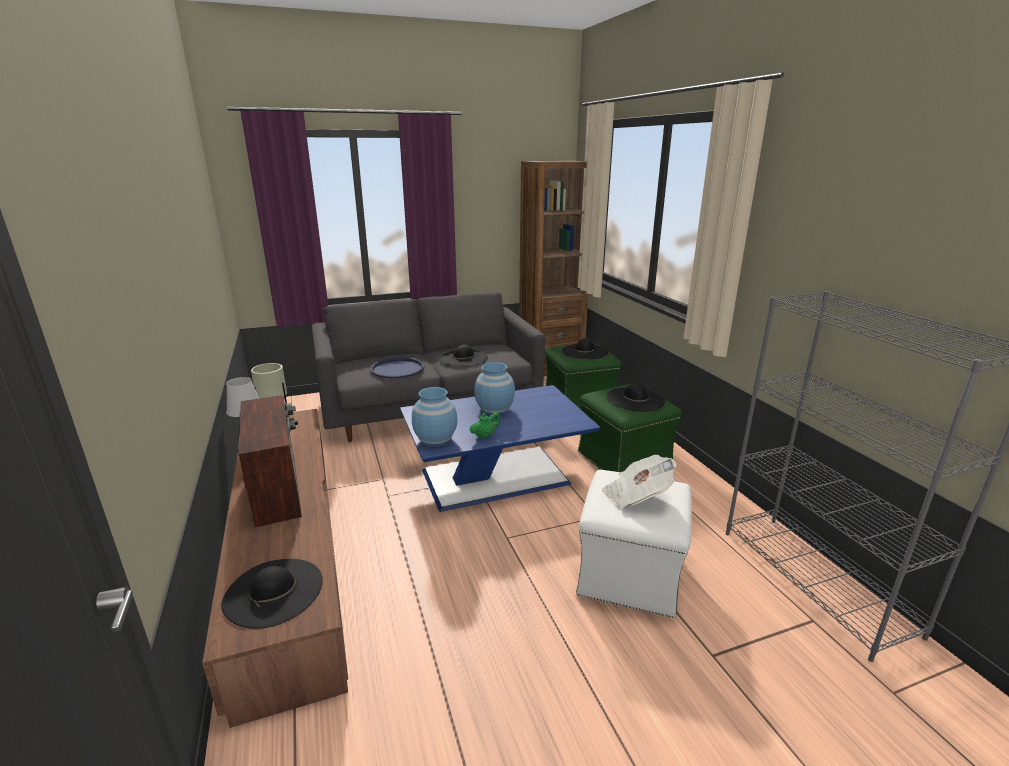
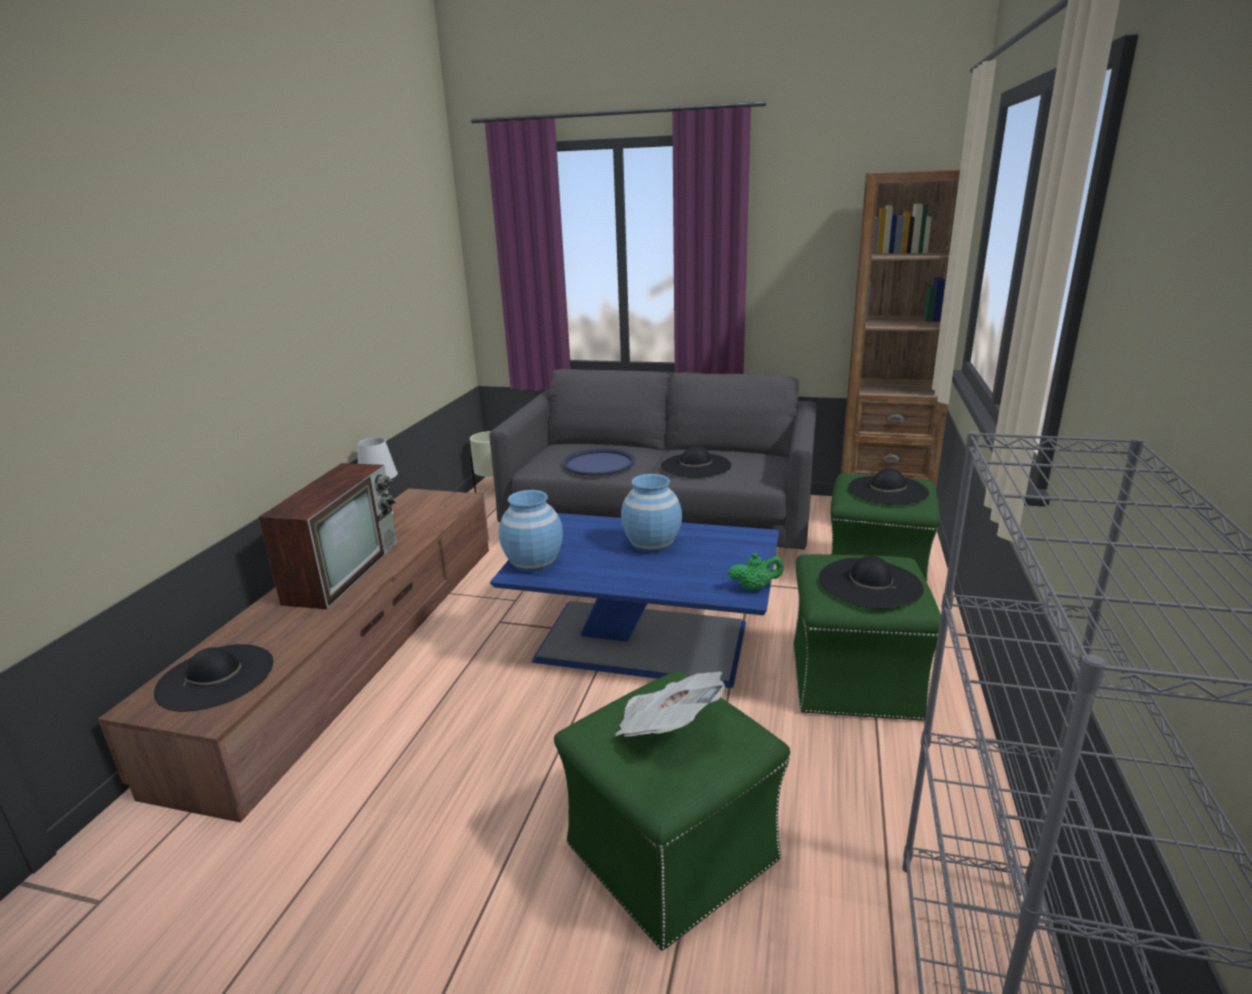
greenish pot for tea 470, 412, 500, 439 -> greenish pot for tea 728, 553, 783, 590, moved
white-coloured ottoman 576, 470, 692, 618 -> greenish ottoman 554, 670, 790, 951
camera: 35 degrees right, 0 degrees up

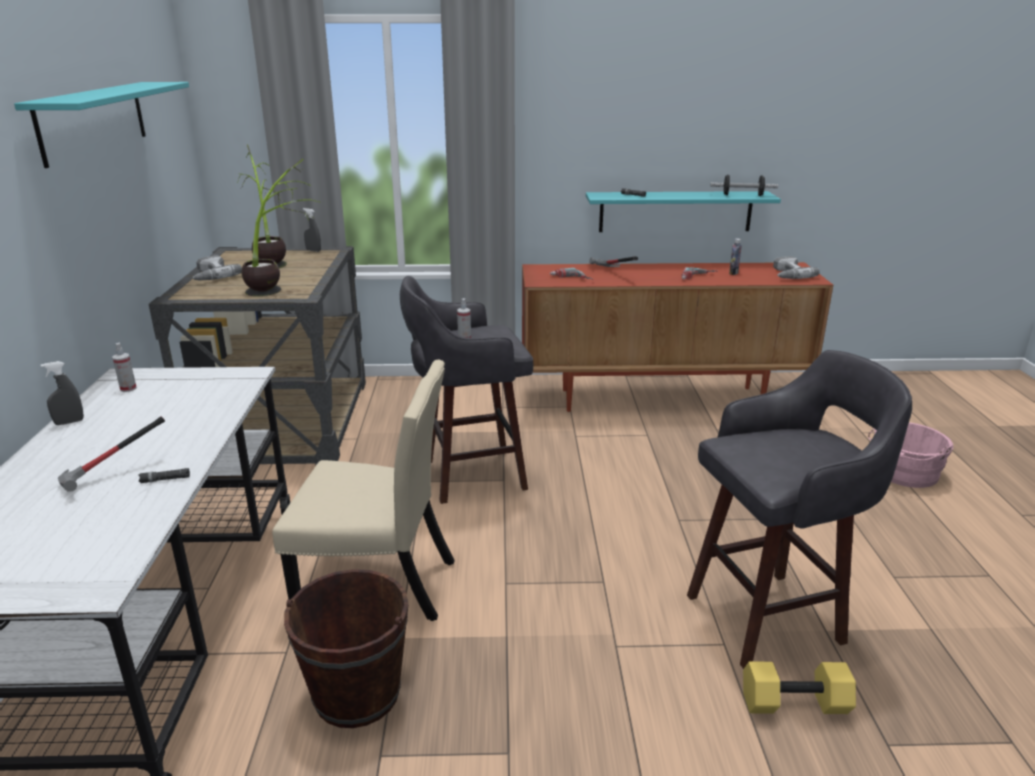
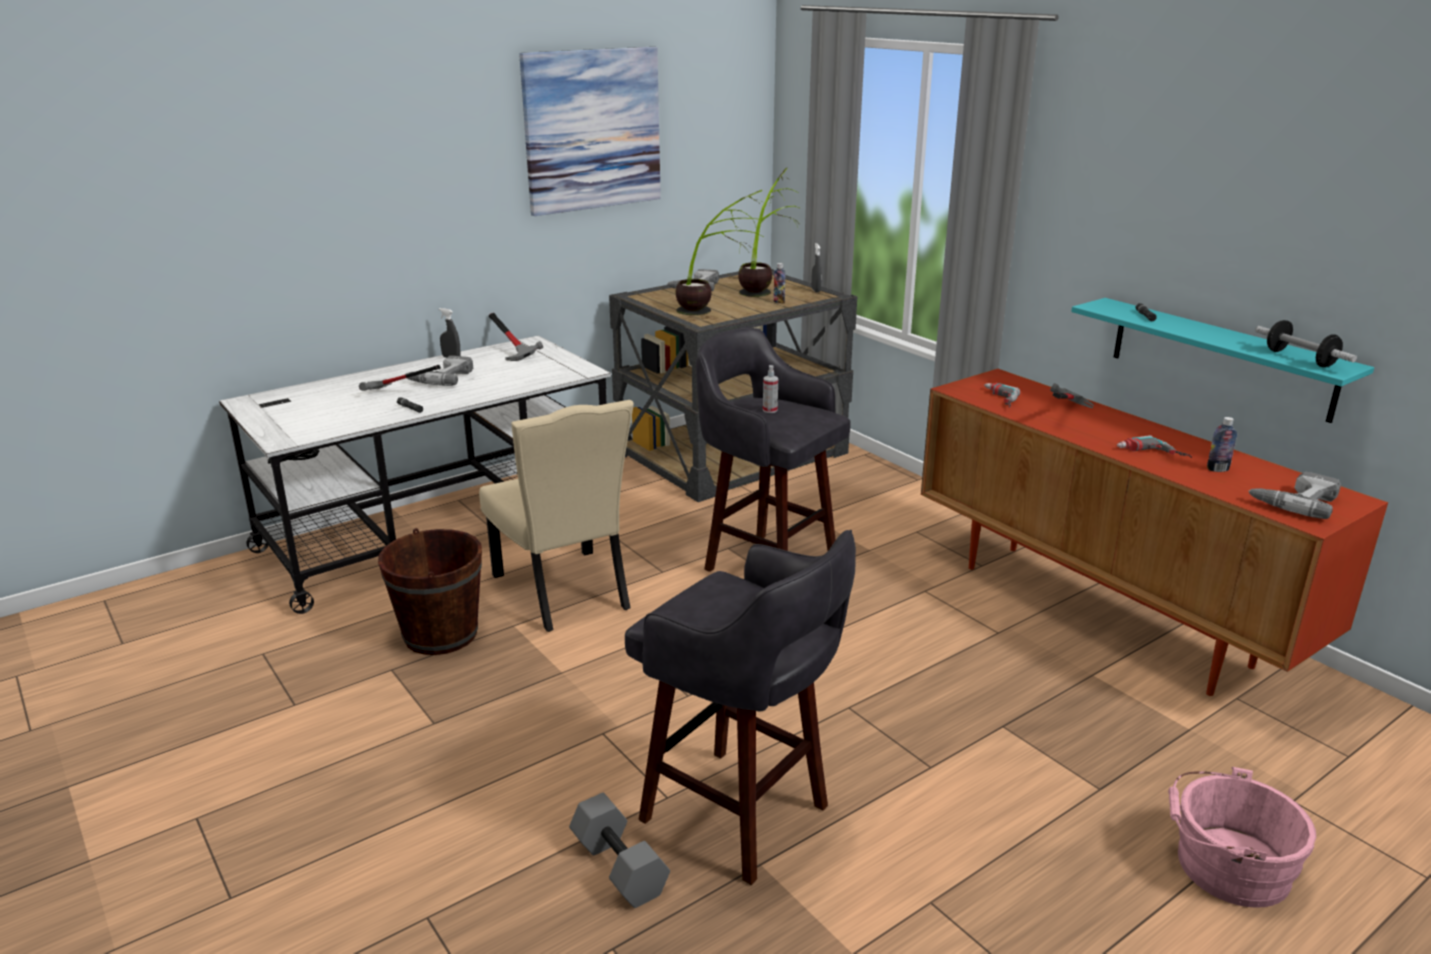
none -> drill 405, 356, 473, 386
none -> drink bottle 773, 263, 786, 304
blue-green shelf 14, 82, 189, 168 -> picture 519, 47, 661, 216
sprayer 112, 343, 137, 392 -> tool hammer 489, 313, 543, 361
yellow-coloured free weight 743, 662, 856, 714 -> greyish free weight 569, 793, 670, 908
camera: 55 degrees right, 0 degrees up

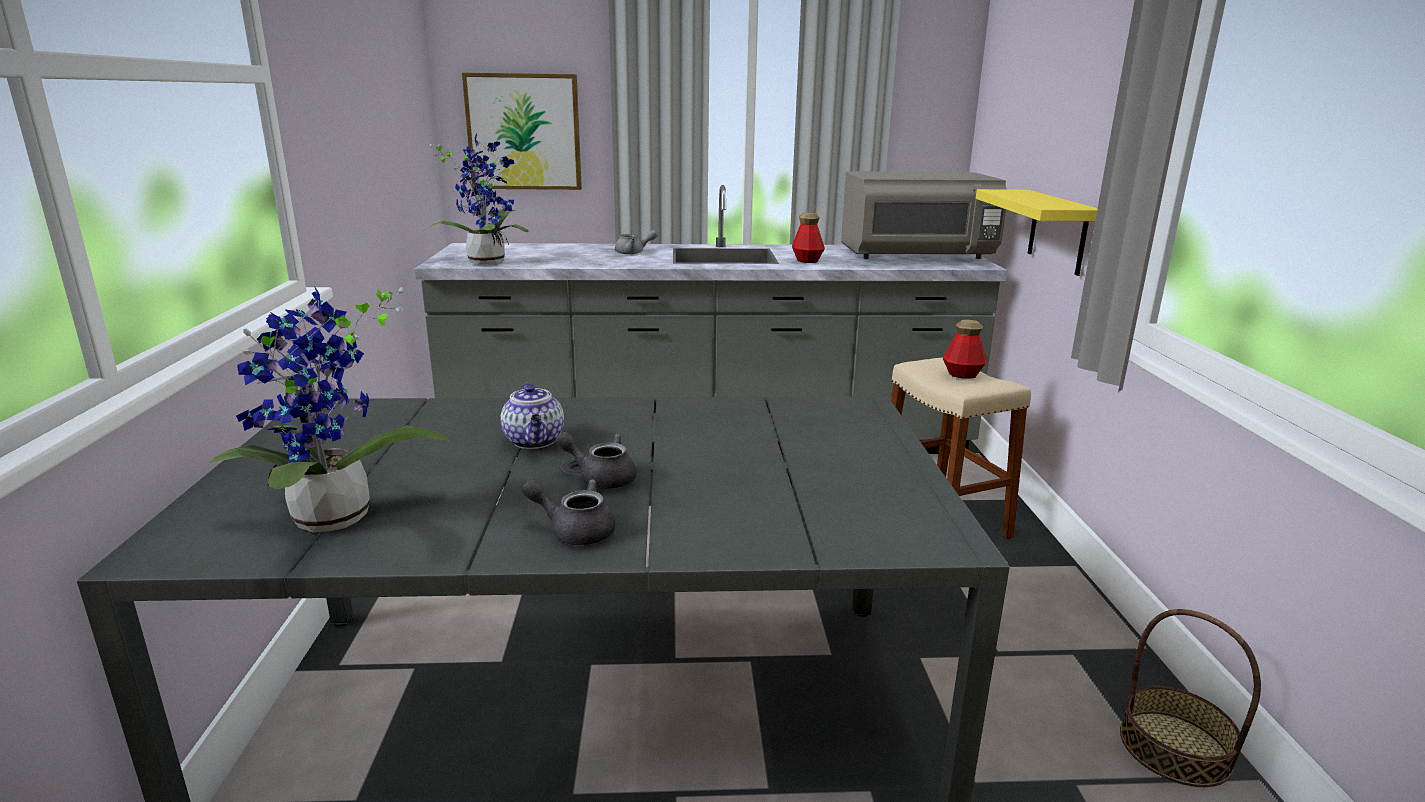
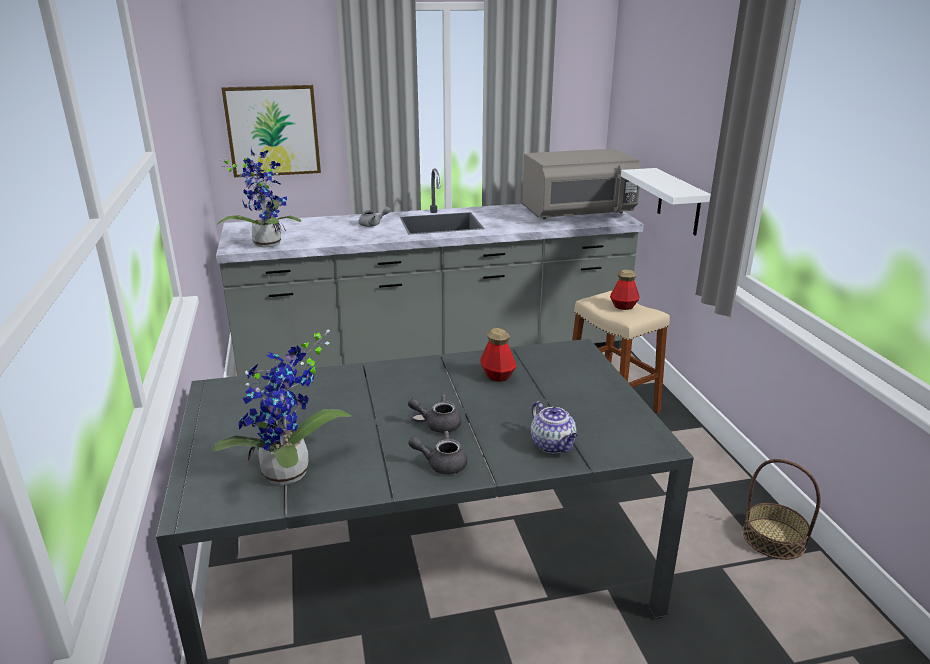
pot for tea 501, 383, 564, 449 -> pot for tea 531, 401, 578, 453, moved
drink bottle 792, 212, 825, 263 -> drink bottle 480, 328, 516, 382, moved
yellow-coloured shelf 976, 189, 1098, 276 -> white-coloured shelf 621, 168, 711, 235
camera: 10 degrees left, 5 degrees up

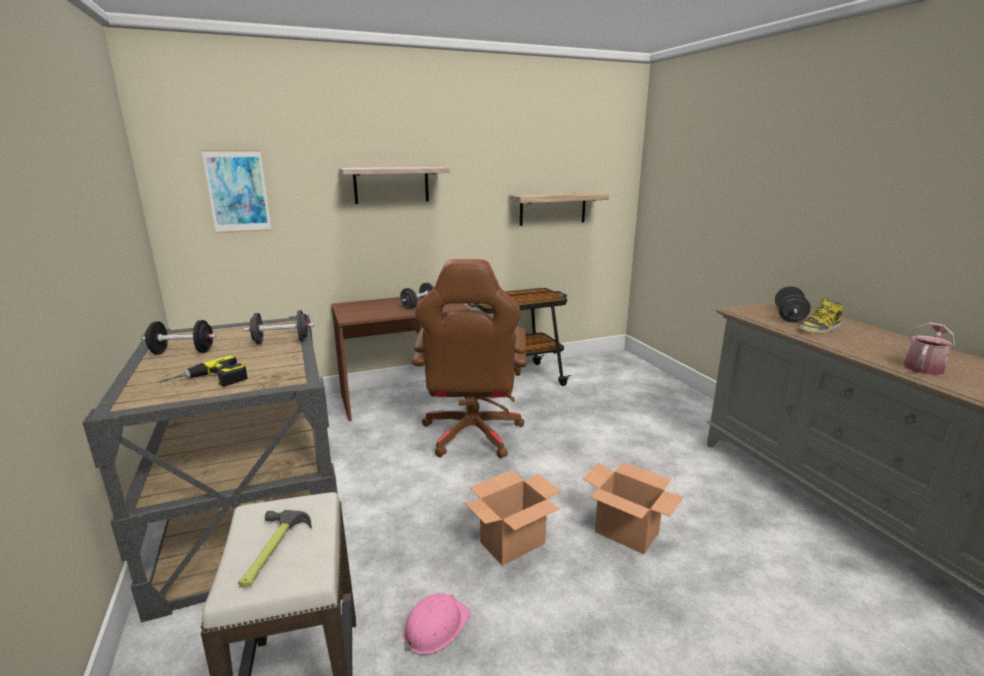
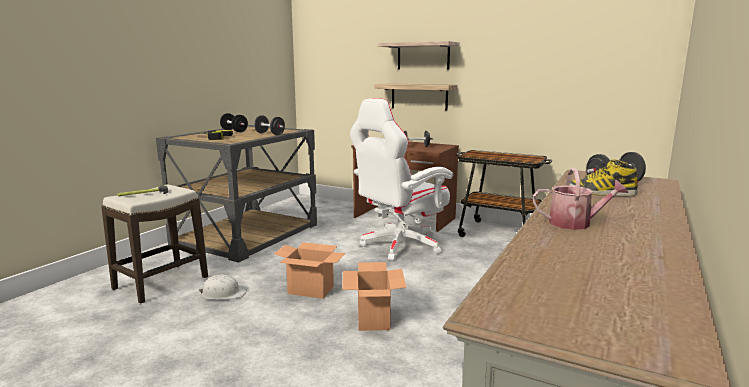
picture 202, 150, 271, 233 -> none
shelf 510, 192, 609, 226 -> shelf 375, 83, 458, 111, moved
pinkish hard hat 403, 593, 470, 655 -> white-coloured hard hat 199, 274, 247, 300
brownish computer chair 412, 259, 527, 458 -> white-coloured computer chair 350, 98, 453, 261
camera: 50 degrees right, 5 degrees down

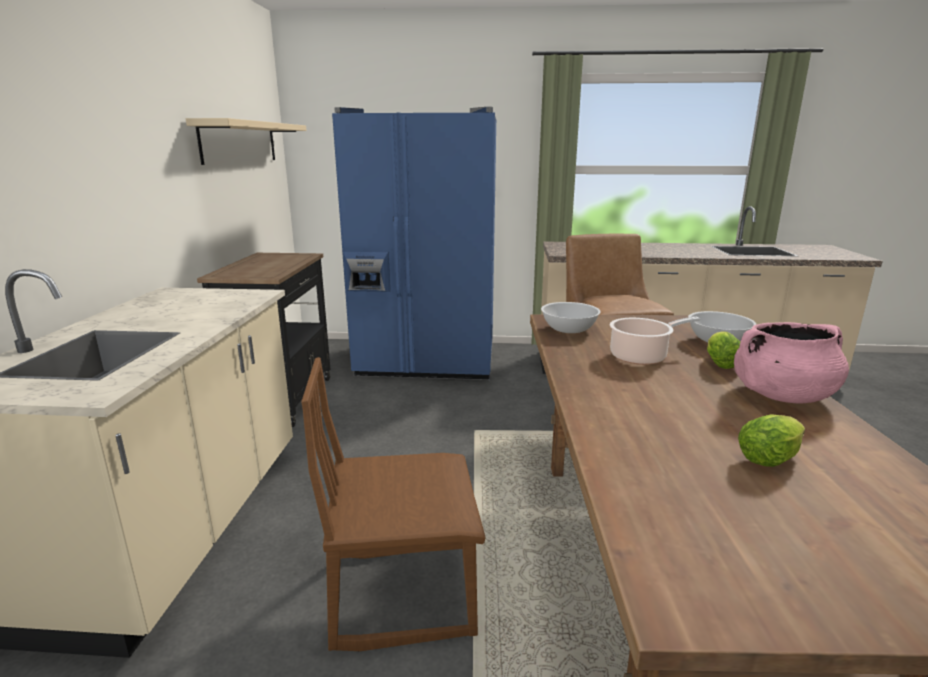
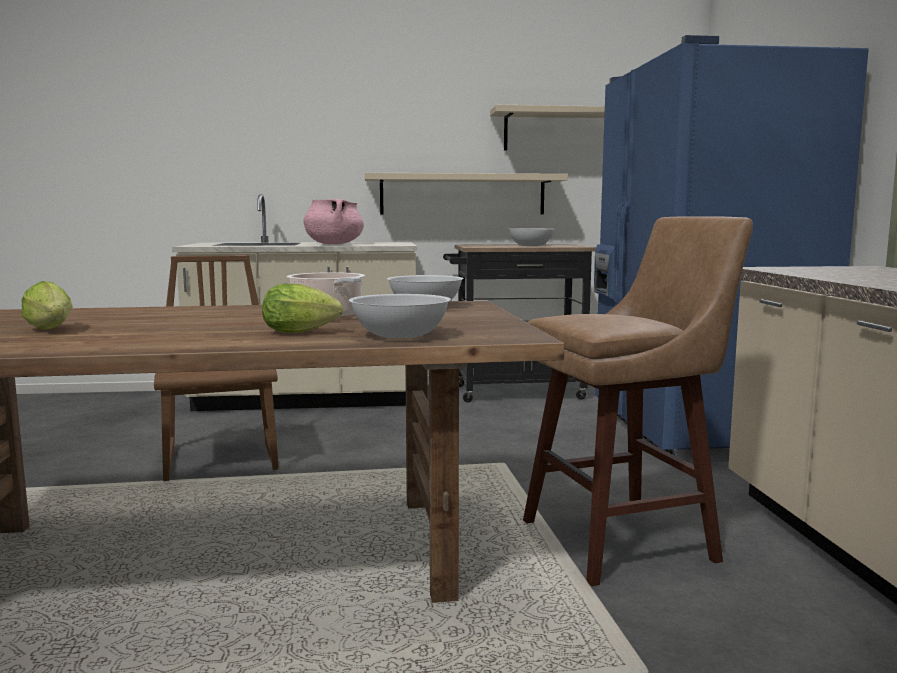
none -> beige shelf 364, 173, 568, 214
none -> white-coloured serving bowl 509, 229, 554, 246
pinkish stockpot 734, 322, 849, 403 -> pinkish stockpot 304, 199, 364, 244, moved
camera: 80 degrees right, 10 degrees down

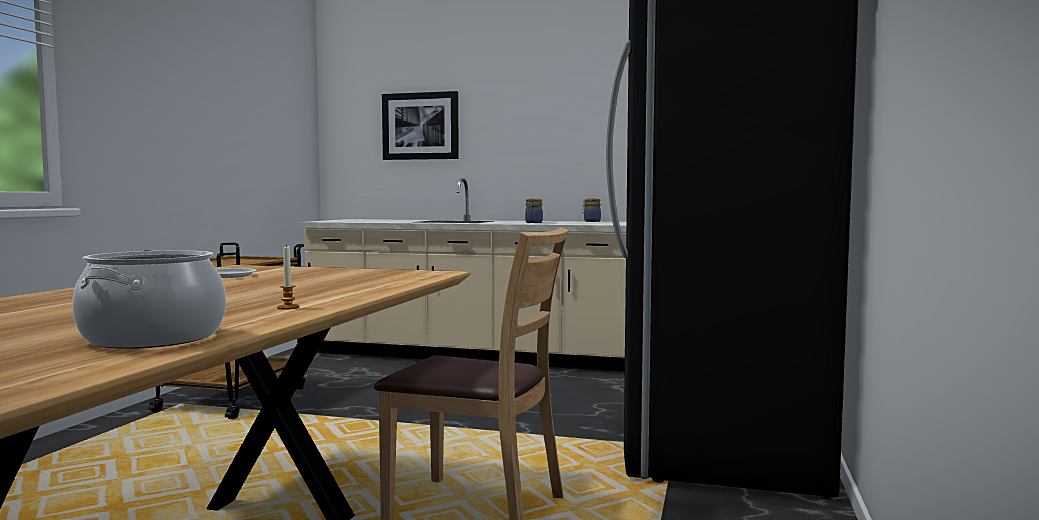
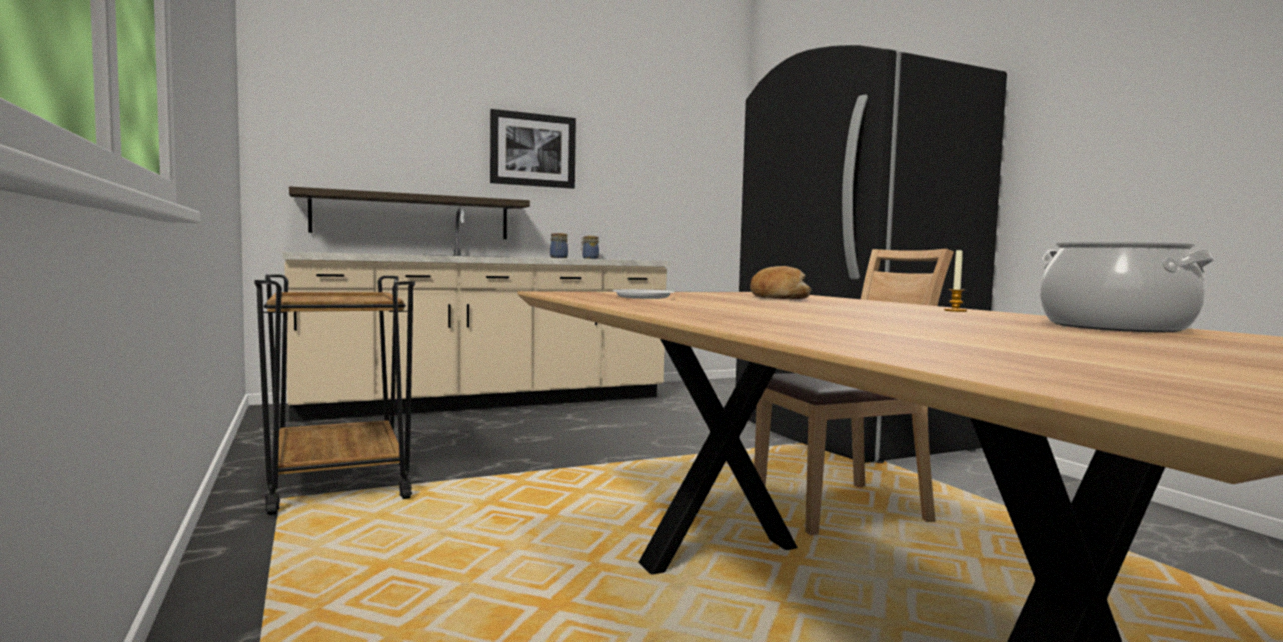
none -> shelf 289, 186, 530, 239
none -> bread 750, 266, 812, 299
picture 382, 91, 459, 160 -> picture 490, 109, 576, 189, moved
camera: 40 degrees left, 0 degrees up

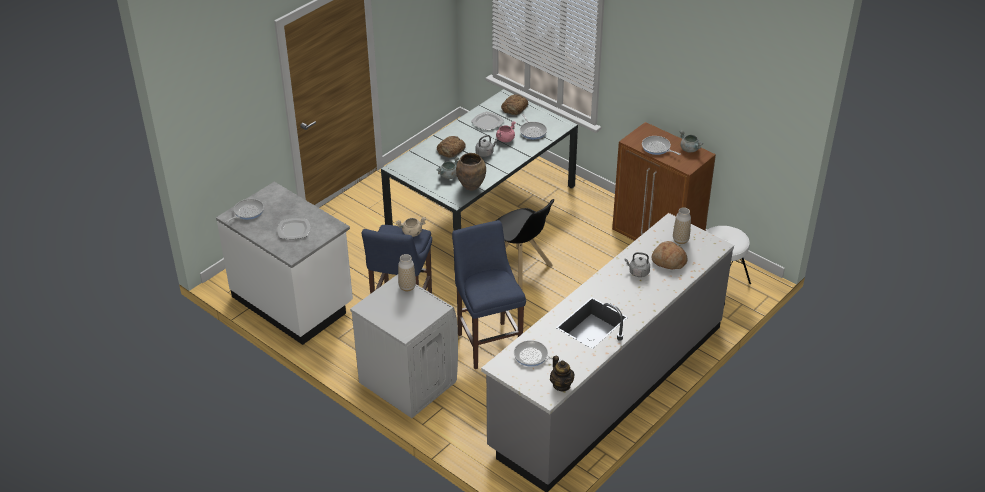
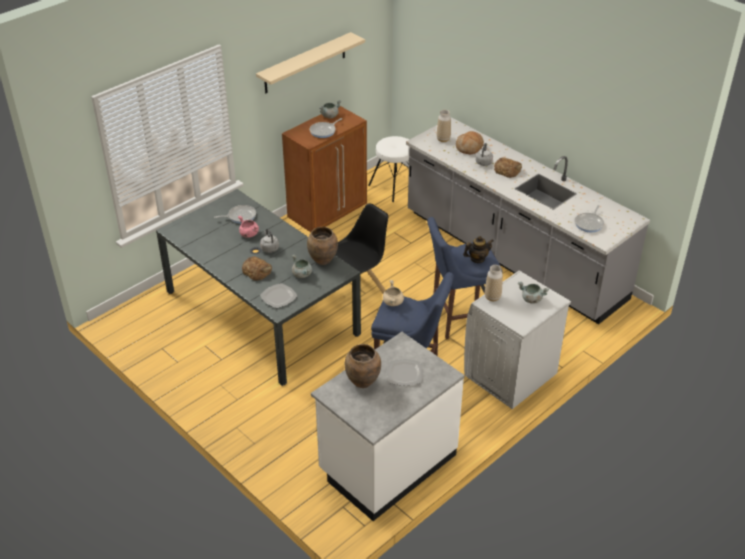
frying pan 225, 199, 264, 223 -> none
none -> beige shelf 256, 32, 365, 93
none -> brownish flower vase 345, 344, 381, 388
none -> greyish stockpot 518, 282, 549, 304
plate 471, 111, 504, 131 -> plate 260, 283, 297, 308, moved
bread 501, 95, 528, 115 -> bread 494, 157, 522, 178, moved
pot for tea 550, 356, 574, 391 -> pot for tea 463, 236, 494, 263, moved
camera: 85 degrees left, 0 degrees up

